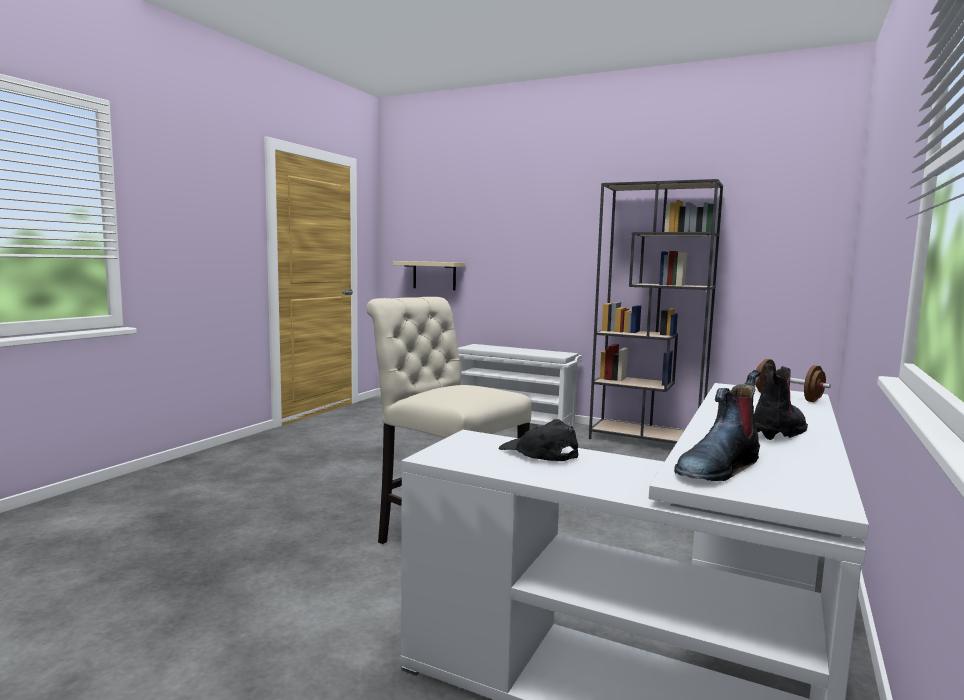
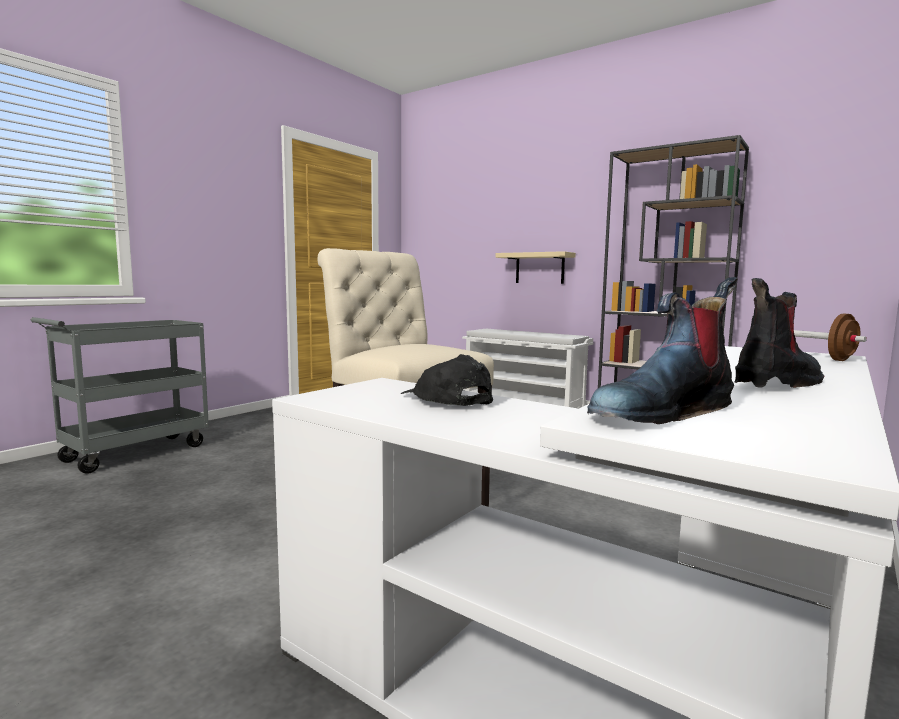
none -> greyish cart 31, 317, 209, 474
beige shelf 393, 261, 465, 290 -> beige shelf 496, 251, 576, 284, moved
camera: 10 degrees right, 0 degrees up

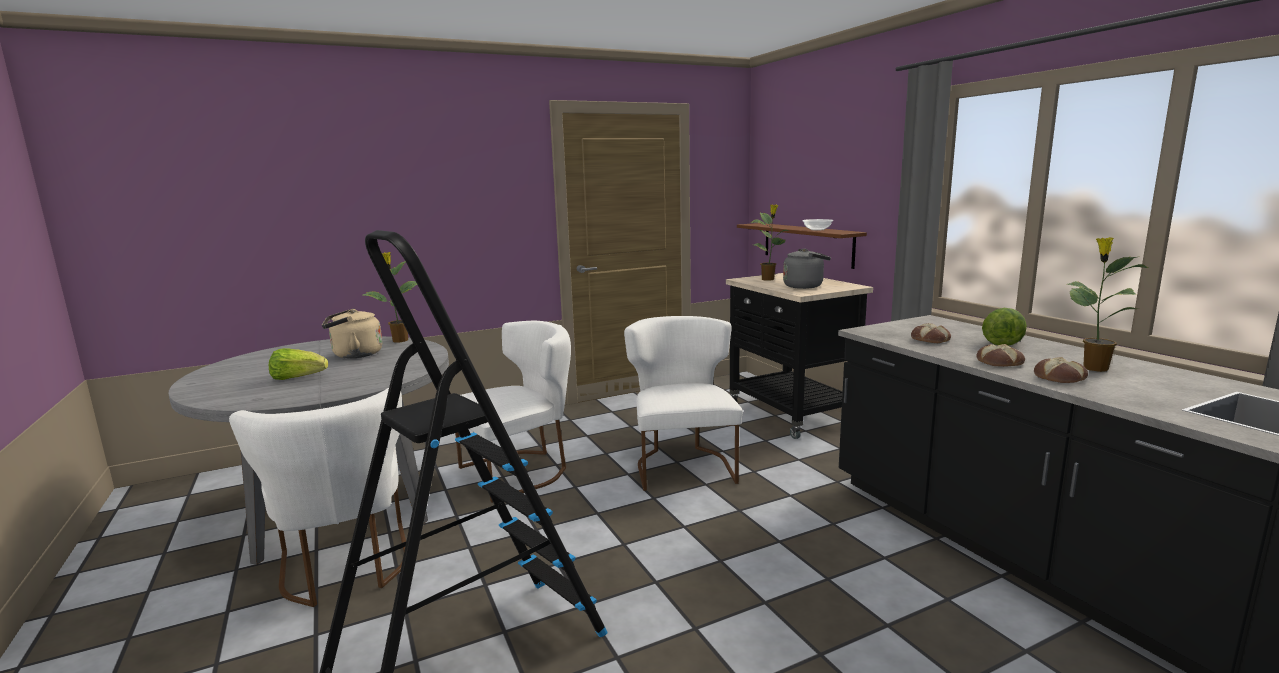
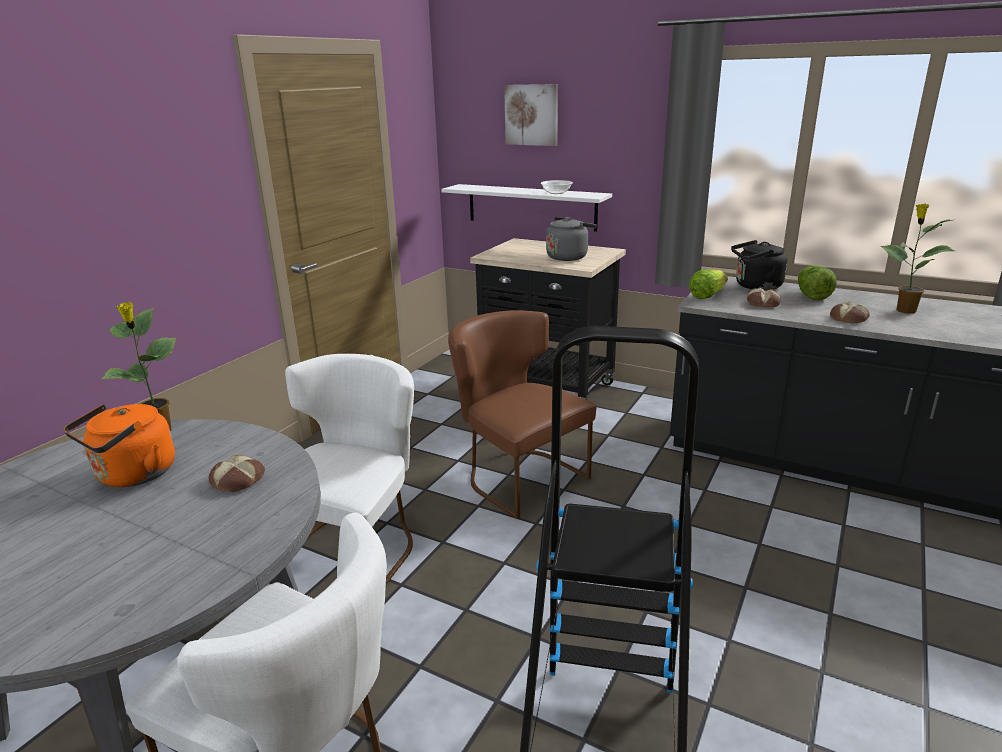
potted plant 750, 204, 789, 281 -> none
none -> picture 504, 84, 558, 146
none -> blackish tea kettle 731, 240, 787, 291
lettuce 269, 348, 328, 380 -> lettuce 689, 270, 728, 299, moved
bread 1034, 357, 1088, 383 -> bread 209, 455, 265, 492, moved
beige tea kettle 322, 308, 383, 358 -> orange-coloured tea kettle 63, 404, 175, 487
white-coloured plain chair 624, 316, 743, 491 -> brownish plain chair 448, 310, 596, 519
brownish shelf 737, 223, 867, 269 -> white-coloured shelf 441, 184, 612, 232
camera: 35 degrees left, 10 degrees up

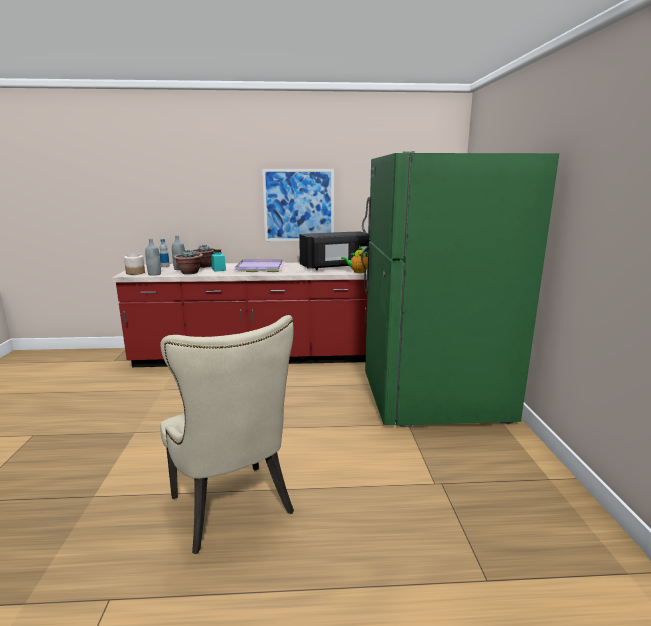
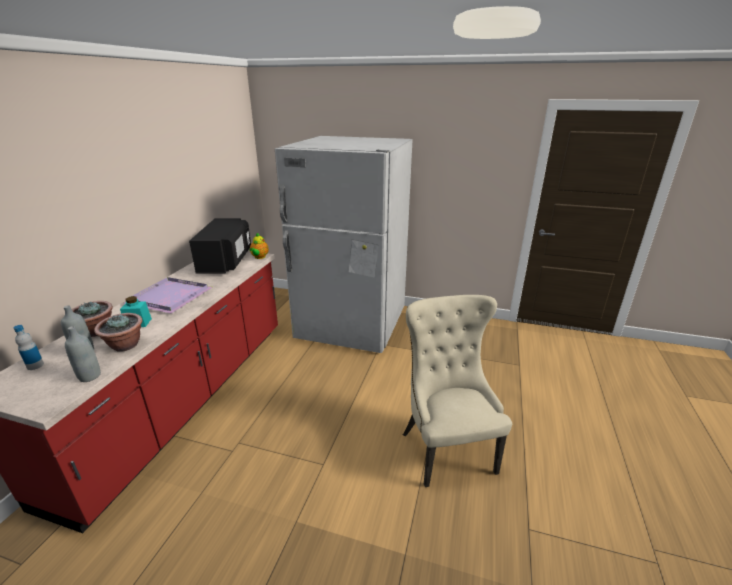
storage jar 124, 253, 145, 275 -> none
picture 262, 169, 334, 241 -> none
greenish refrigerator 361, 151, 559, 427 -> white-coloured refrigerator 275, 136, 413, 353
beige plain chair 160, 315, 294, 554 -> beige plain chair 403, 295, 512, 487, 90 degrees counterclockwise
camera: 70 degrees left, 10 degrees up

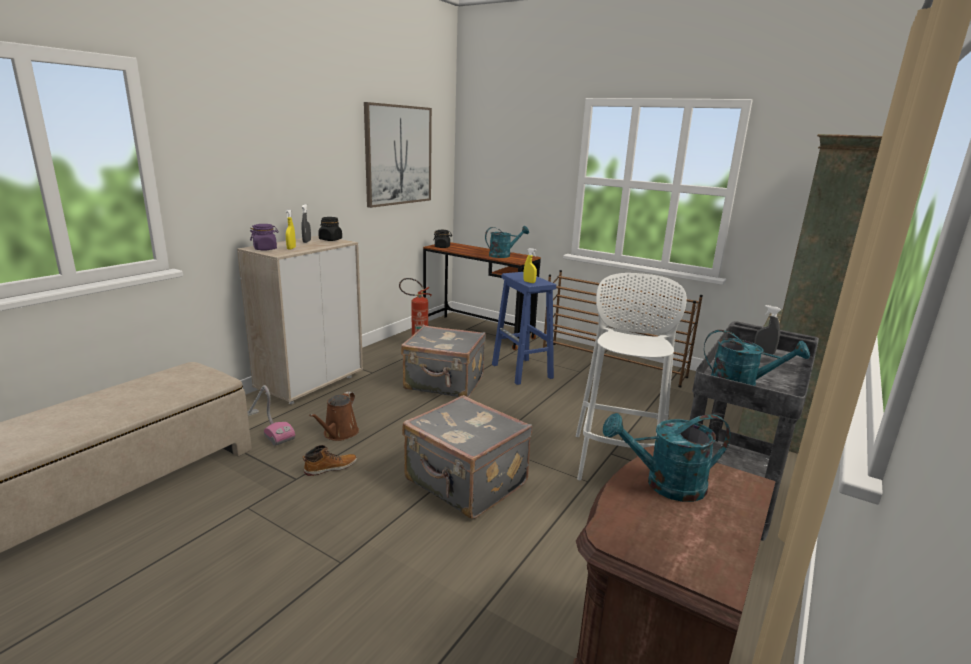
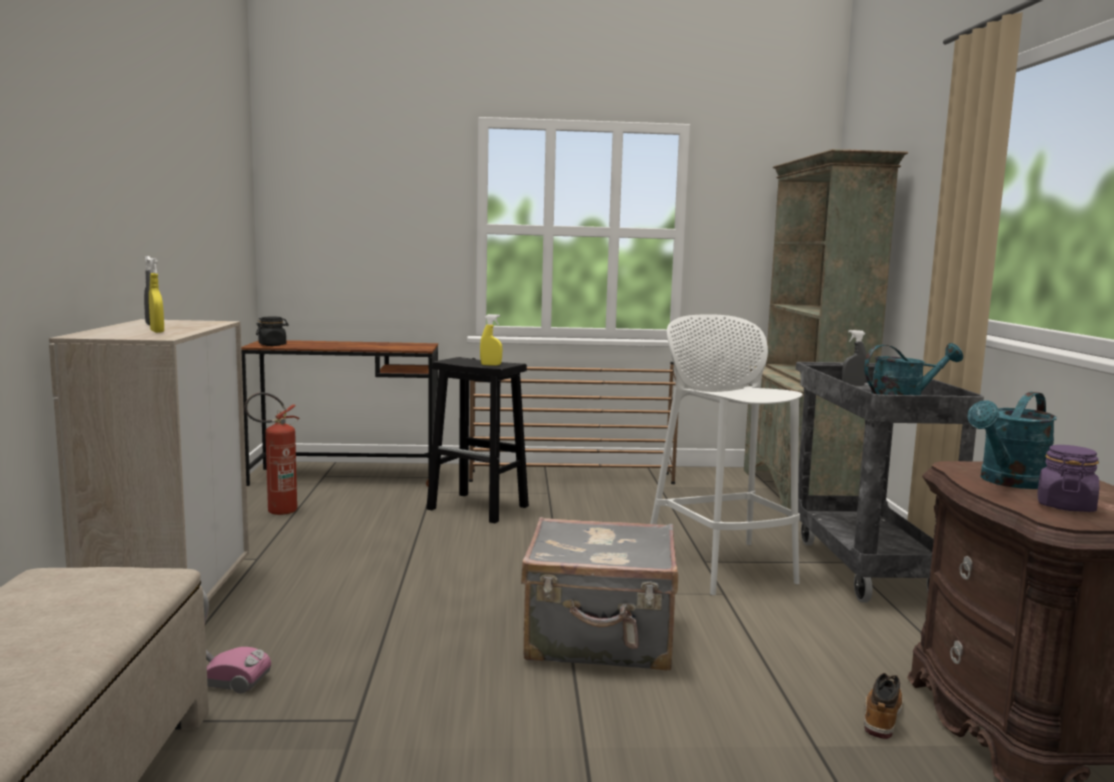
brownish watering can 309, 391, 359, 441 -> none
blackish storage jar 318, 217, 342, 241 -> none
picture 364, 102, 432, 208 -> none
greyish piece of luggage 401, 325, 486, 398 -> none
blue-green watering can 485, 226, 529, 258 -> none
purple storage jar 250, 224, 279, 250 -> purple storage jar 1037, 445, 1099, 512, moved
tall boot 303, 445, 357, 476 -> tall boot 864, 673, 903, 739, moved
bluish sitting stool 492, 272, 556, 385 -> blackish sitting stool 426, 357, 529, 523
camera: 35 degrees left, 10 degrees down

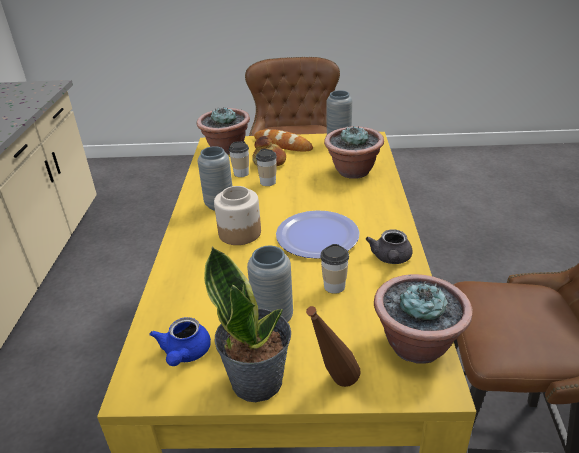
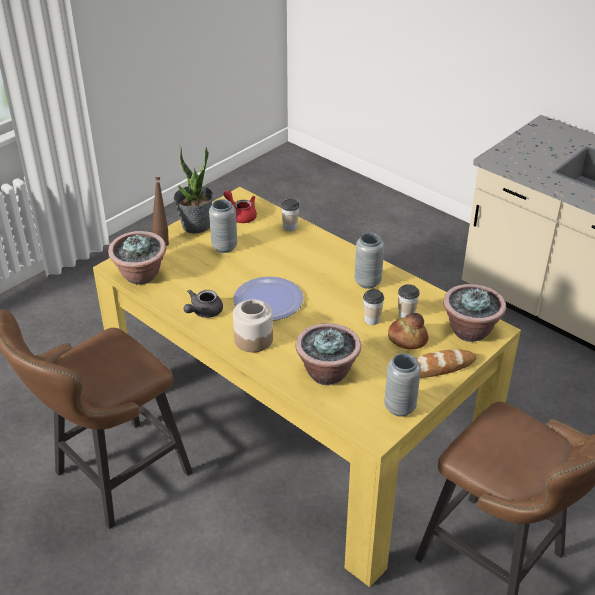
storage jar 214, 186, 261, 245 -> storage jar 233, 299, 273, 352, moved
small cup 320, 244, 349, 294 -> small cup 281, 199, 299, 231, moved
bluish pot for tea 149, 317, 211, 366 -> red-coloured pot for tea 224, 190, 257, 223
greyish pot for tea 366, 230, 412, 264 -> greyish pot for tea 184, 290, 223, 318, 105 degrees counterclockwise
camera: 130 degrees right, 5 degrees up

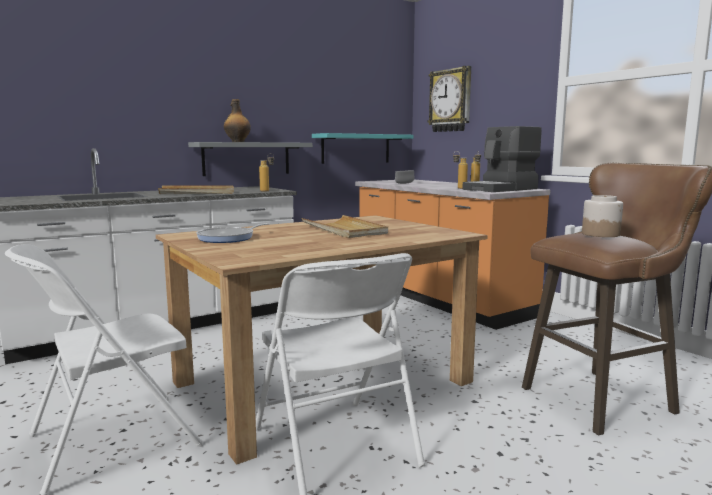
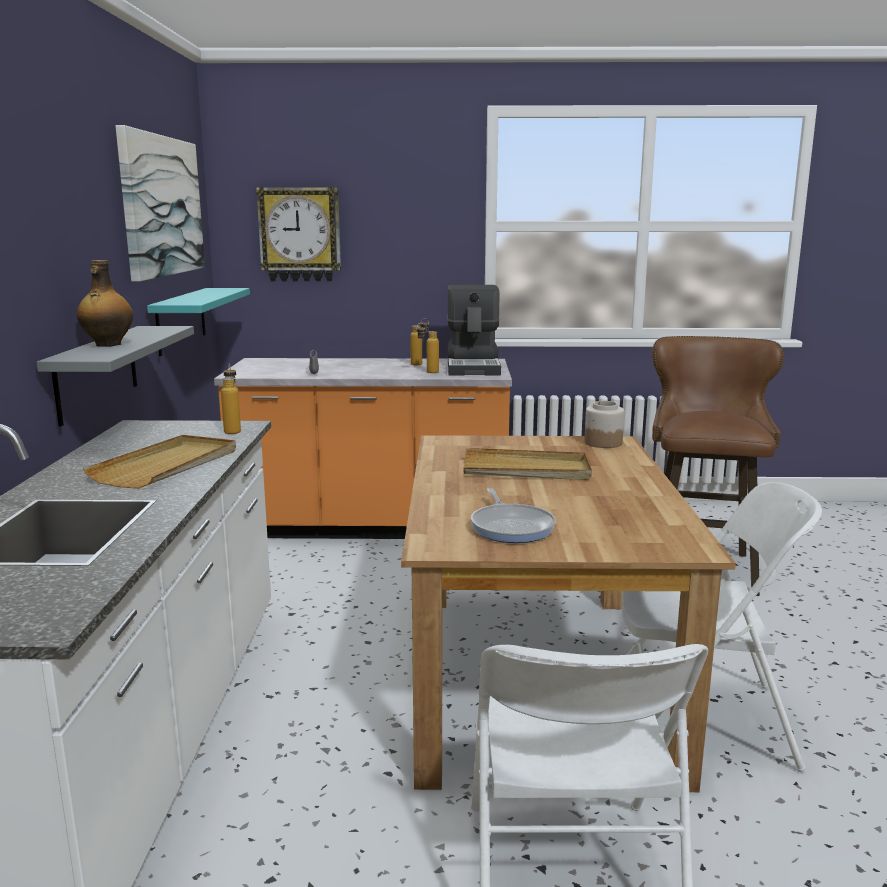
none -> picture 115, 125, 205, 282
storage jar 582, 195, 623, 237 -> storage jar 585, 401, 624, 448, moved
camera: 55 degrees left, 5 degrees up

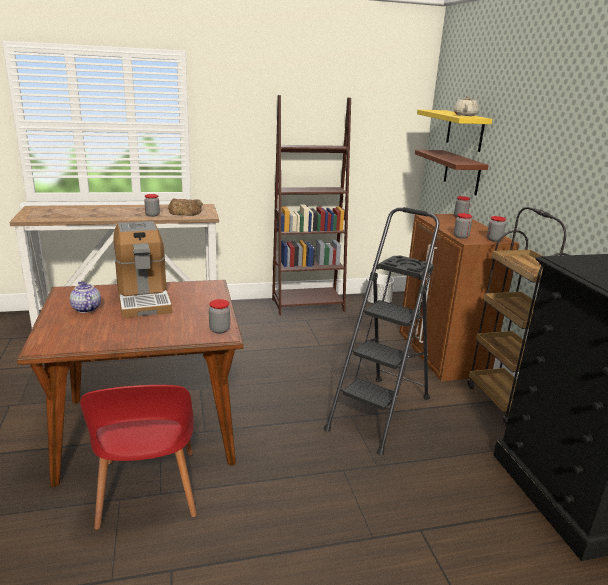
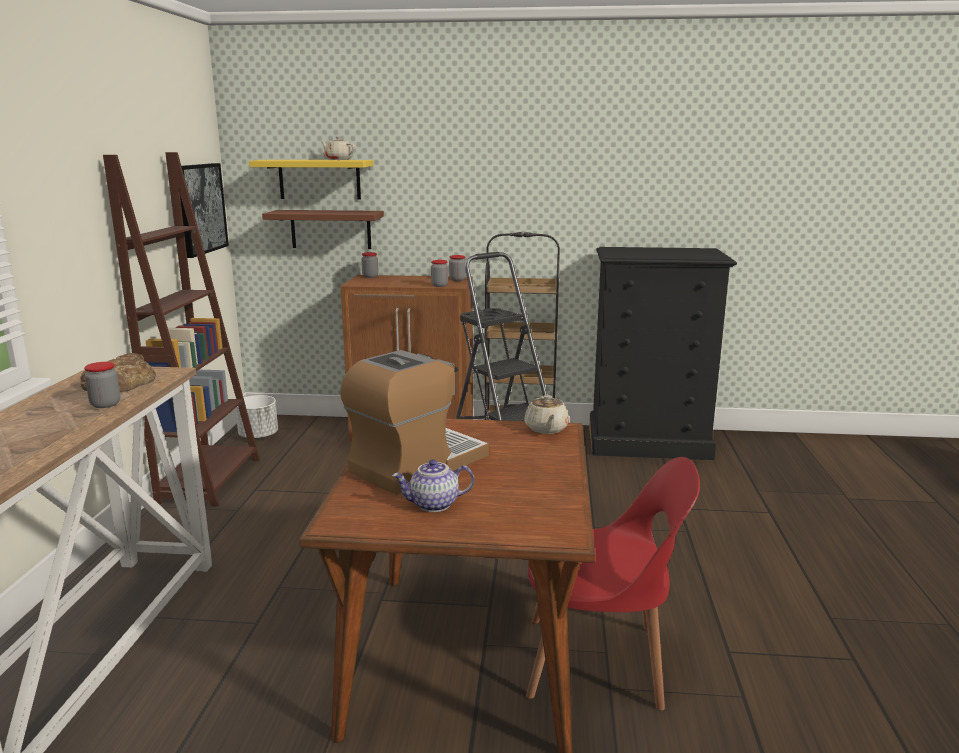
none -> picture 180, 163, 229, 258
storage jar 209, 299, 230, 334 -> beige pot for tea 524, 395, 569, 434
coffee maker 113, 221, 172, 318 -> coffee maker 340, 350, 489, 495, 45 degrees counterclockwise
camera: 70 degrees left, 5 degrees down

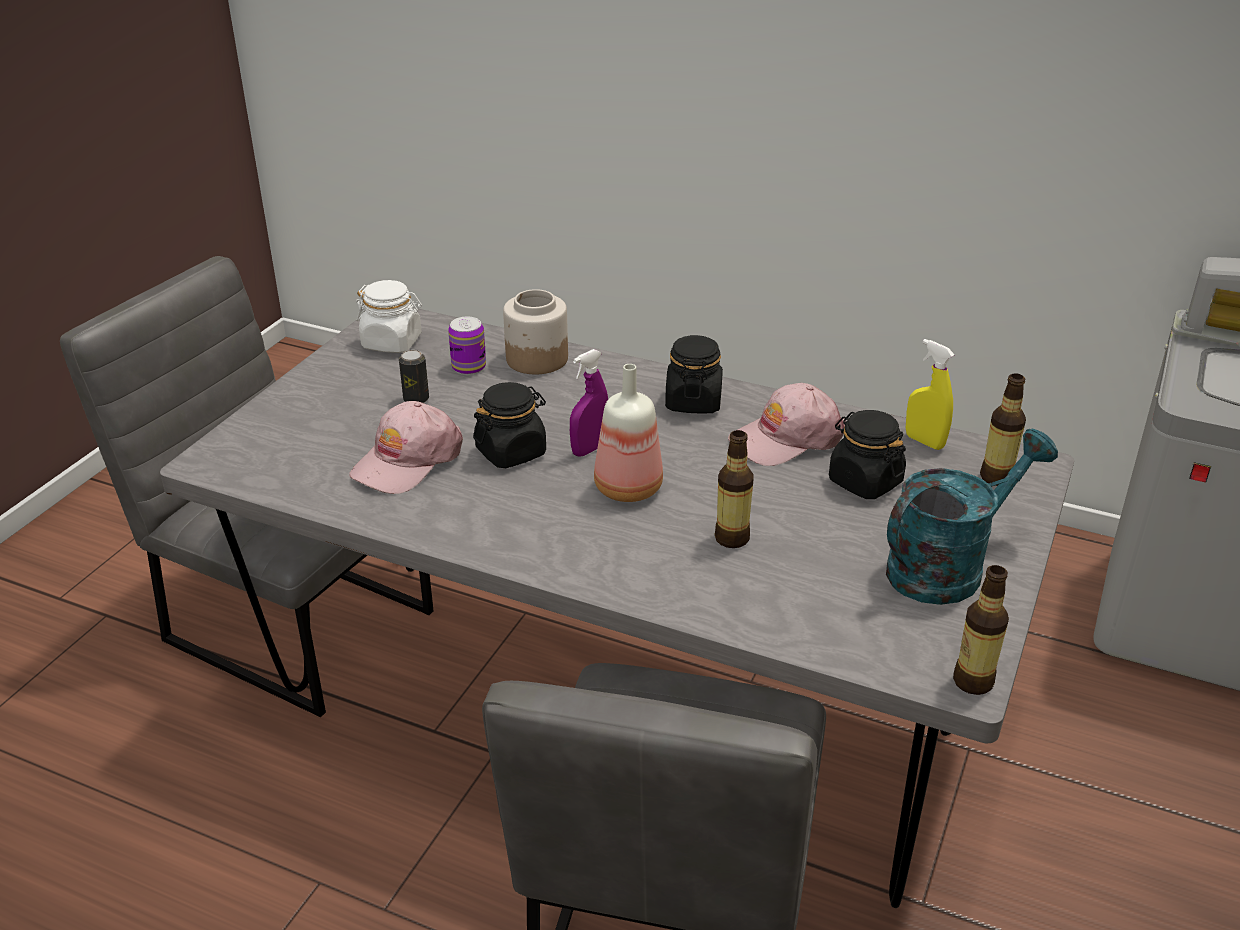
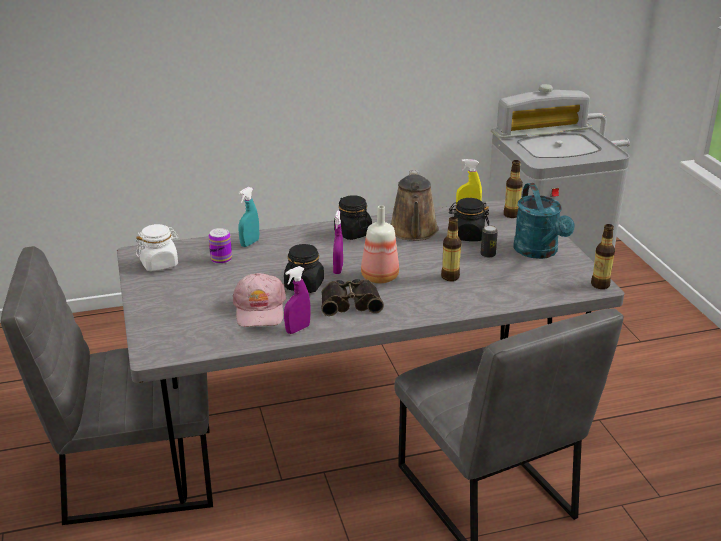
none -> purple sprayer 284, 266, 311, 334
none -> field glasses 321, 279, 384, 316
metal can 399, 350, 429, 403 -> metal can 480, 225, 498, 258, moved
storage jar 503, 289, 568, 374 -> blue-green sprayer 238, 187, 259, 247
pinkish cap 728, 383, 846, 466 -> brownish watering can 391, 170, 439, 241
blue-green watering can 886, 429, 1058, 605 -> blue-green watering can 513, 183, 575, 259, 150 degrees clockwise
camera: 40 degrees left, 5 degrees down

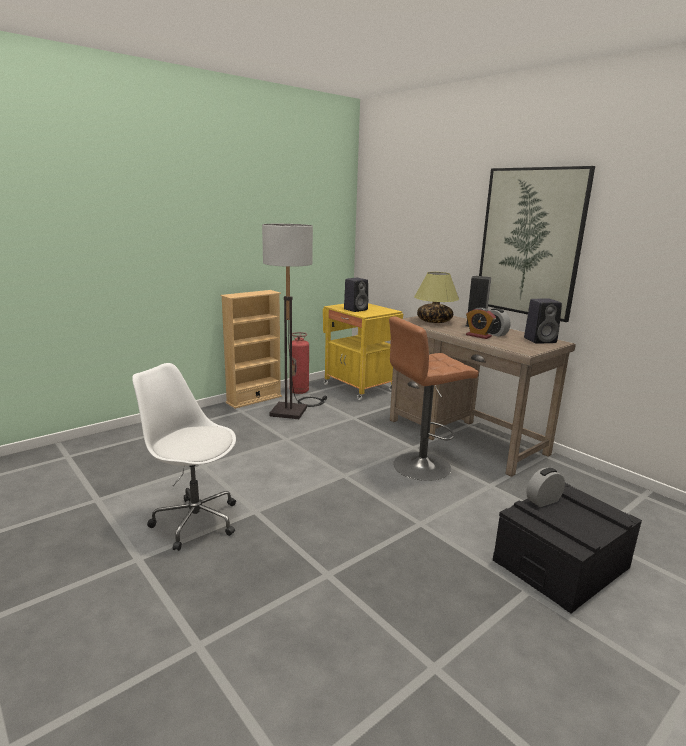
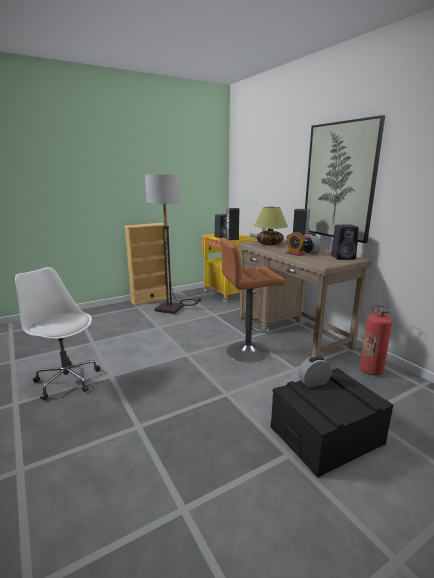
none -> loudspeaker 226, 208, 240, 241
fire extinguisher 289, 332, 309, 394 -> fire extinguisher 360, 305, 392, 376, moved
camera: 10 degrees right, 0 degrees up

